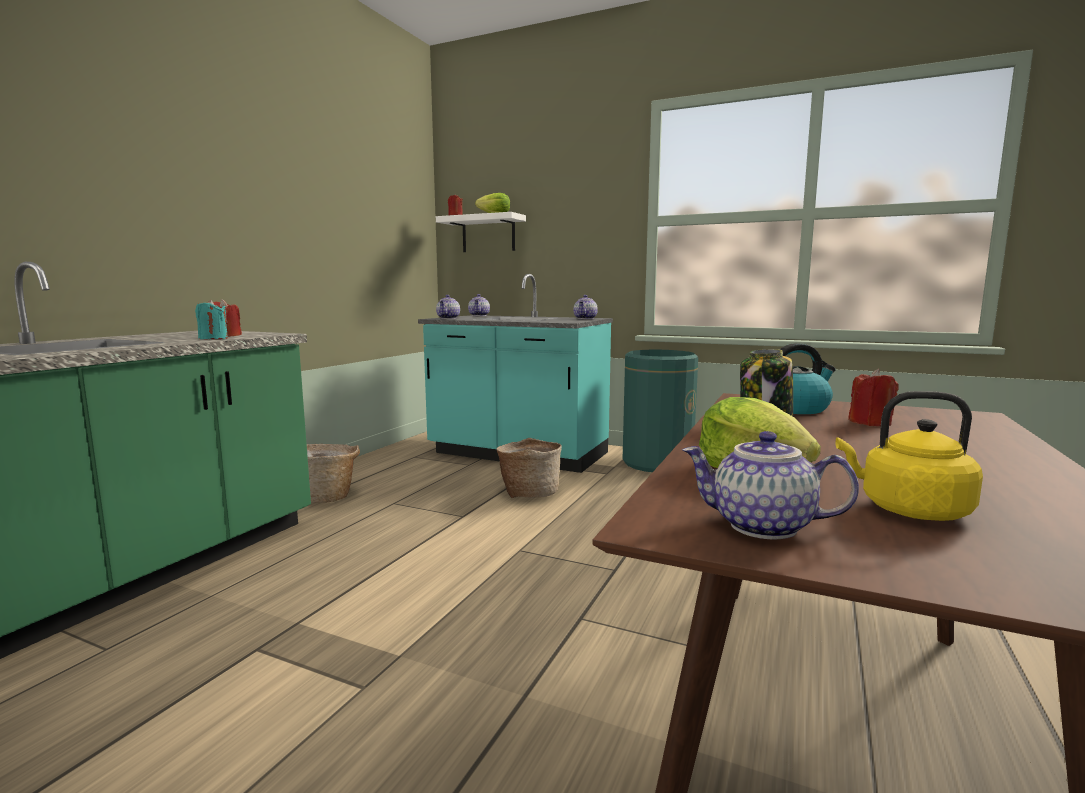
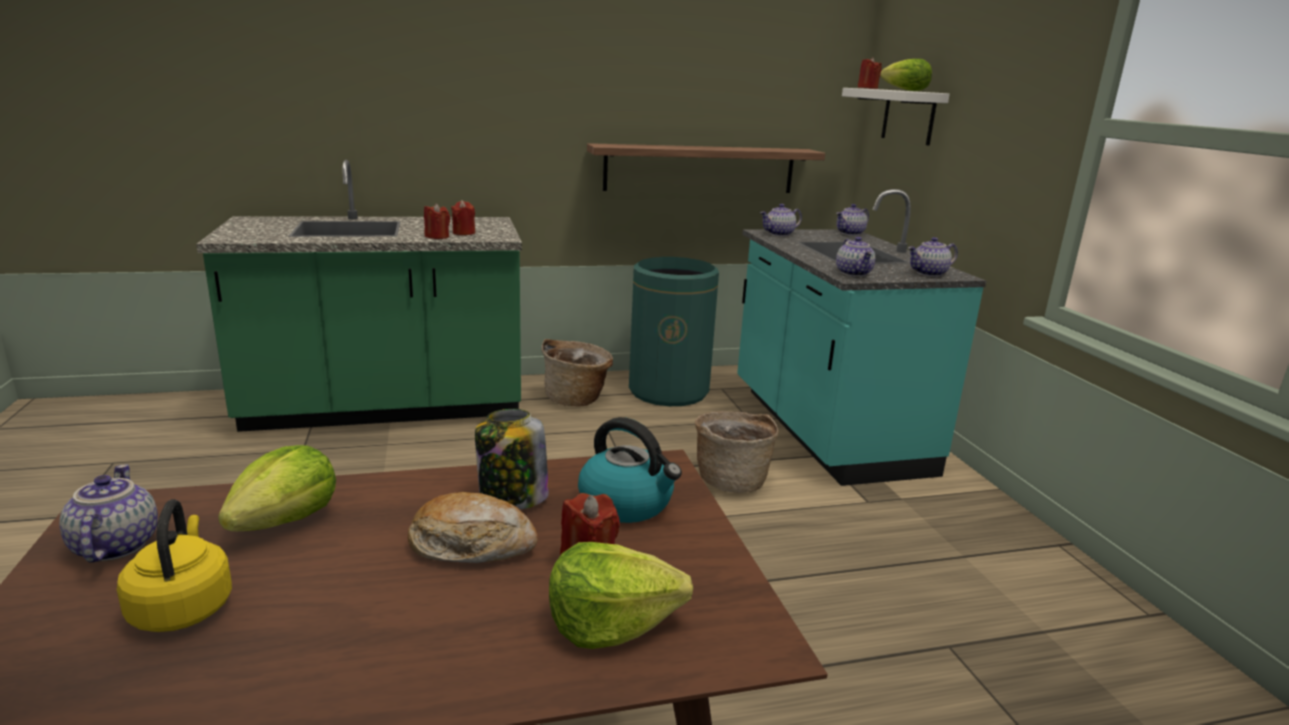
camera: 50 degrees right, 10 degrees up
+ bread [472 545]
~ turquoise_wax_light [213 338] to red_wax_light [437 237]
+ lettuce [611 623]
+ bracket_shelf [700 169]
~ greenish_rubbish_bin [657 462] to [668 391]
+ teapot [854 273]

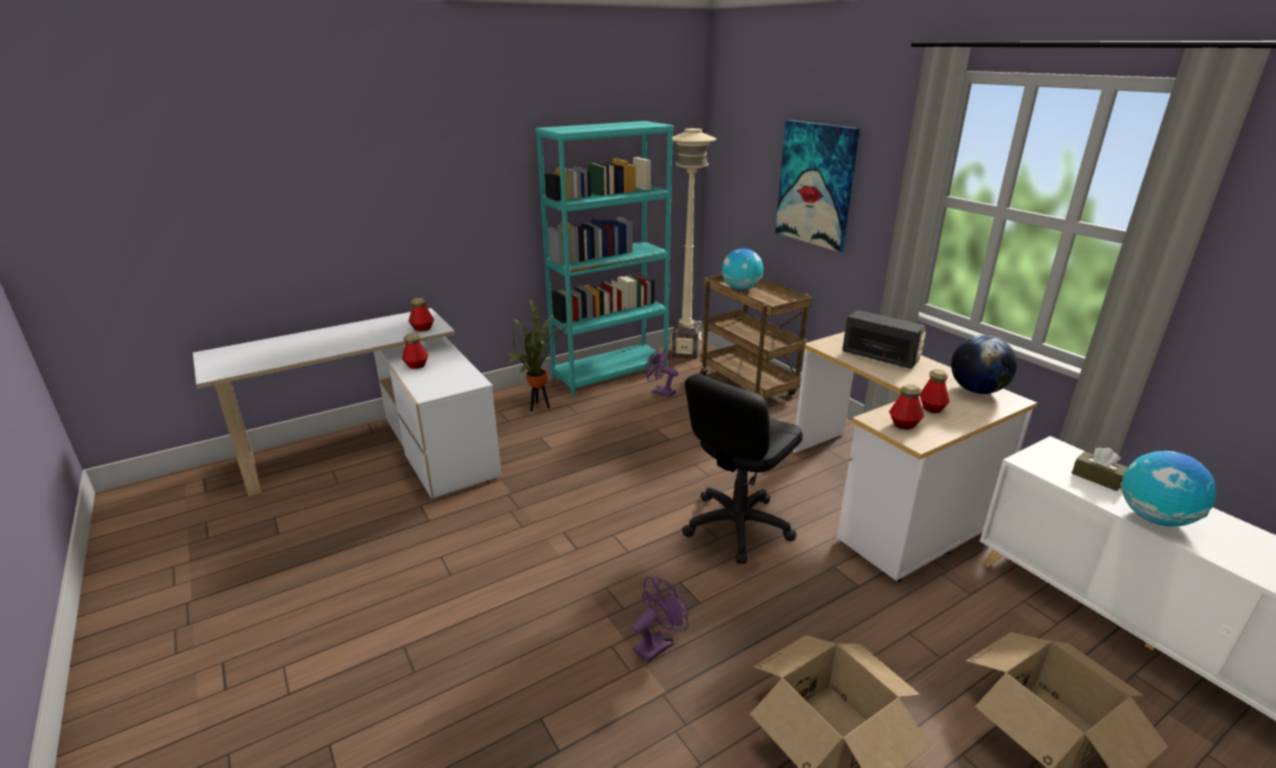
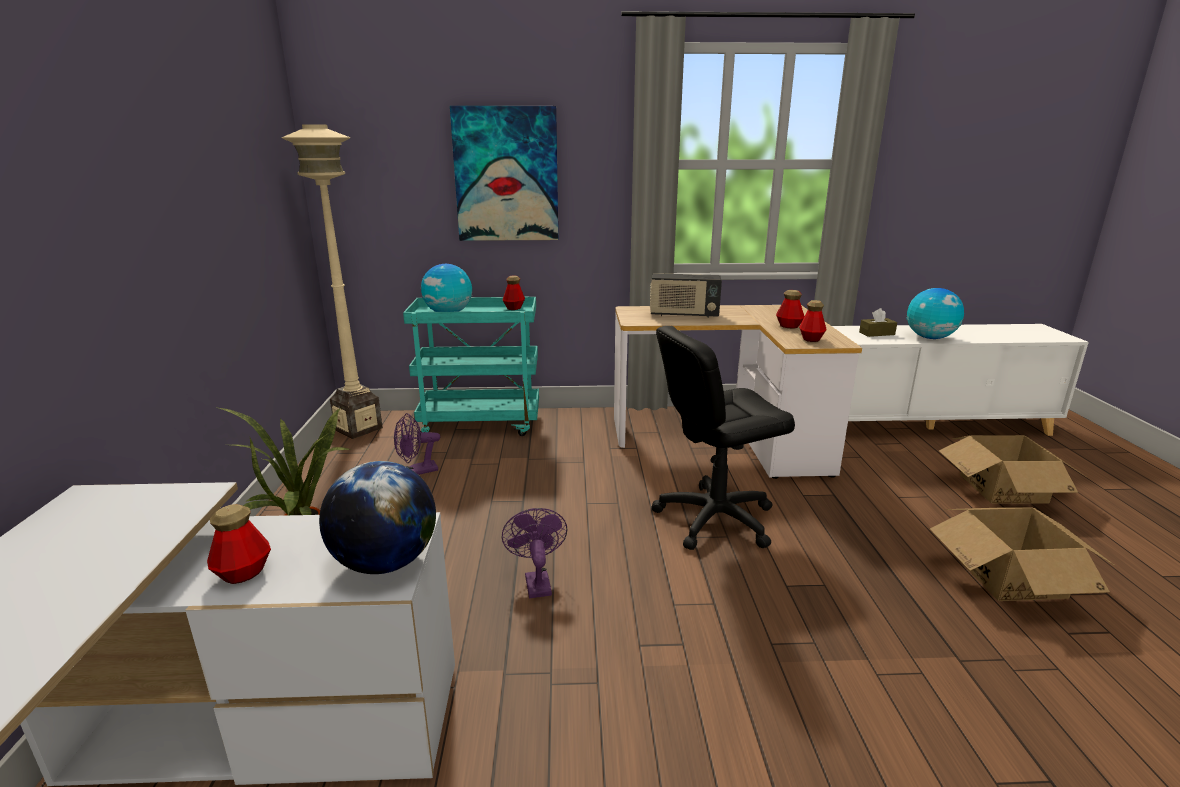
camera: 60 degrees left, 5 degrees down
~ desk_globe [976 390] to [385 563]
~ brownish_trolley [749 386] to turquoise_trolley [481 424]
~ drink_bottle [422 329] to [514 308]
~ purplish_electric_fan [658 644] to [536 581]
~ radio_receiver [880 357] = [683 315] 150 degrees counterclockwise
~ black-coloured_desk_chair [737 526] = [714 518] 90 degrees clockwise
- turquoise_bookcase [610 373]

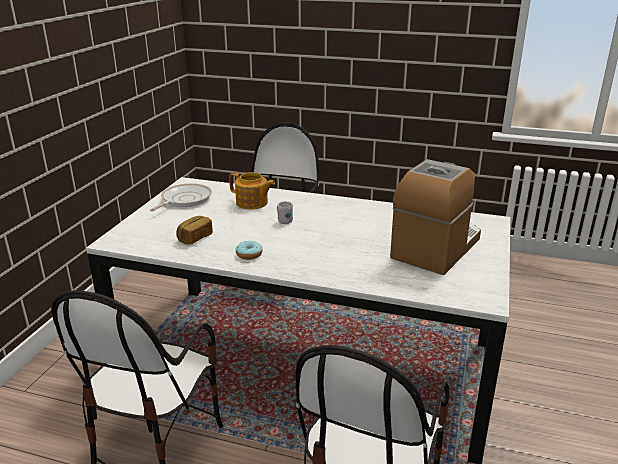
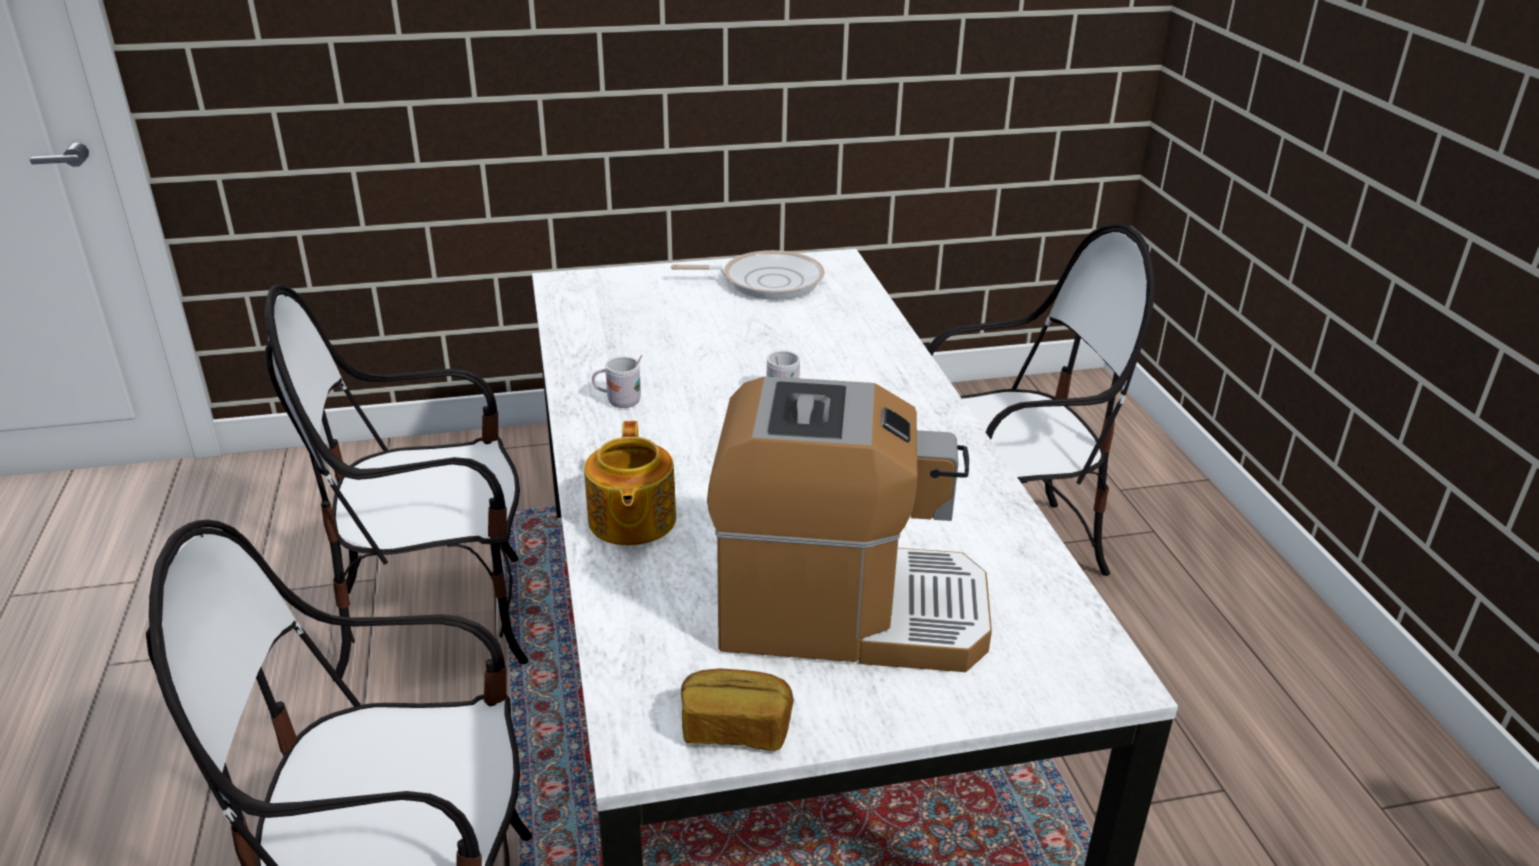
camera: 60 degrees right, 5 degrees up
~ teapot [252 203] to [630 521]
~ ring_doughnut [249 254] to whitish_mug [618 402]
~ bread [194 238] to [735 728]

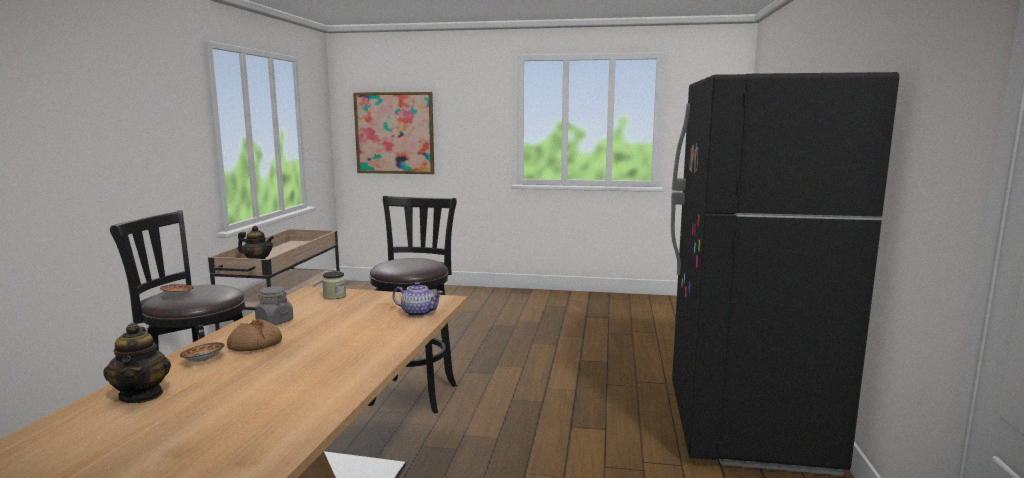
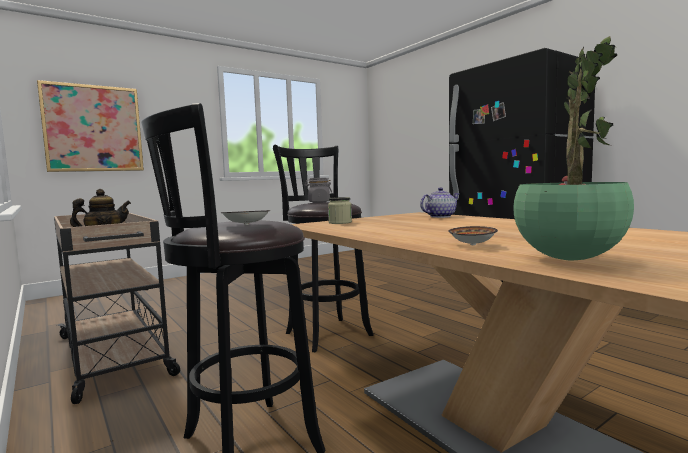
camera: 45 degrees left, 5 degrees down
~ gray_jar [274 321] to [318 202]
~ teapot [142 395] to houseplant [567 258]
- bread [255 345]

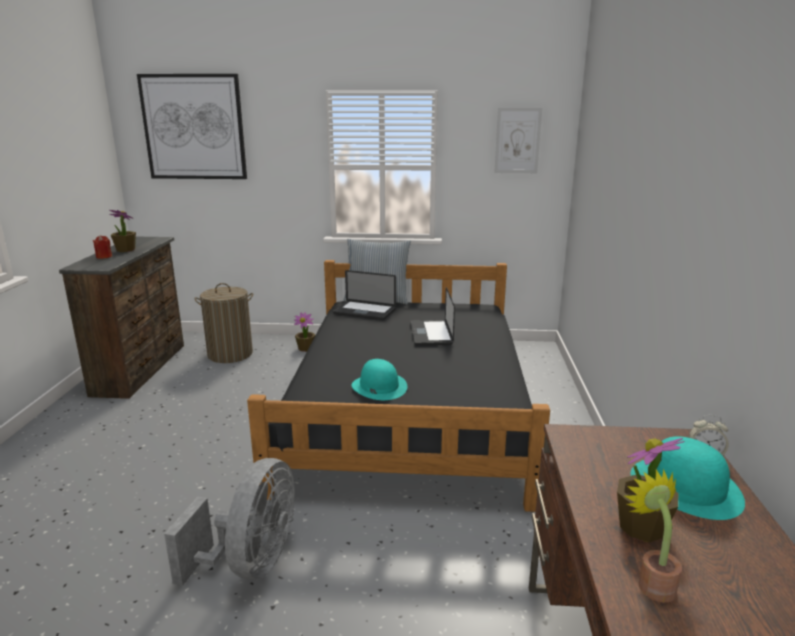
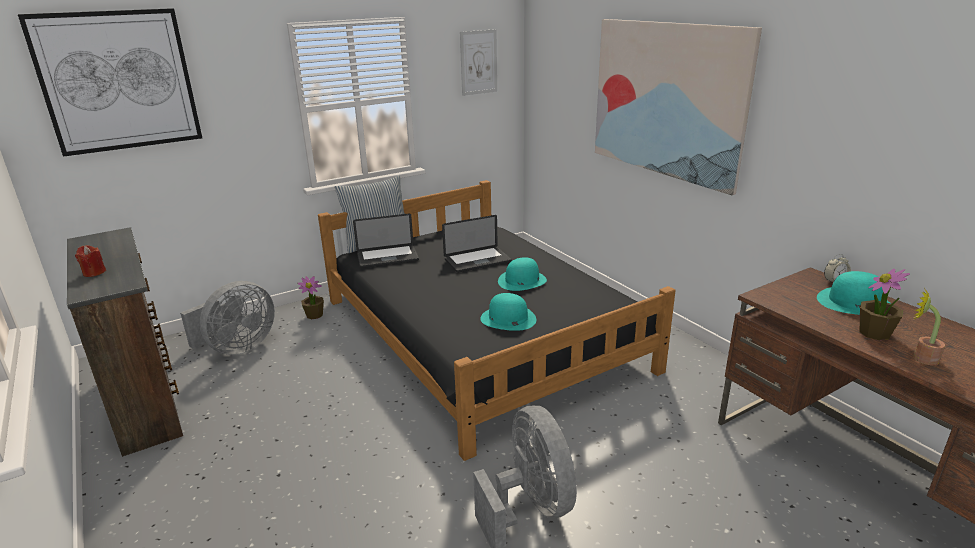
camera: 35 degrees left, 5 degrees up
~ laundry_basket [230 354] to gray_electric_fan [237 348]
~ laptop [431 334] = [477 261] 75 degrees counterclockwise
+ turquoise_clothing_hat [522 281]
+ wall_art [667 100]
- houseplant [125 250]

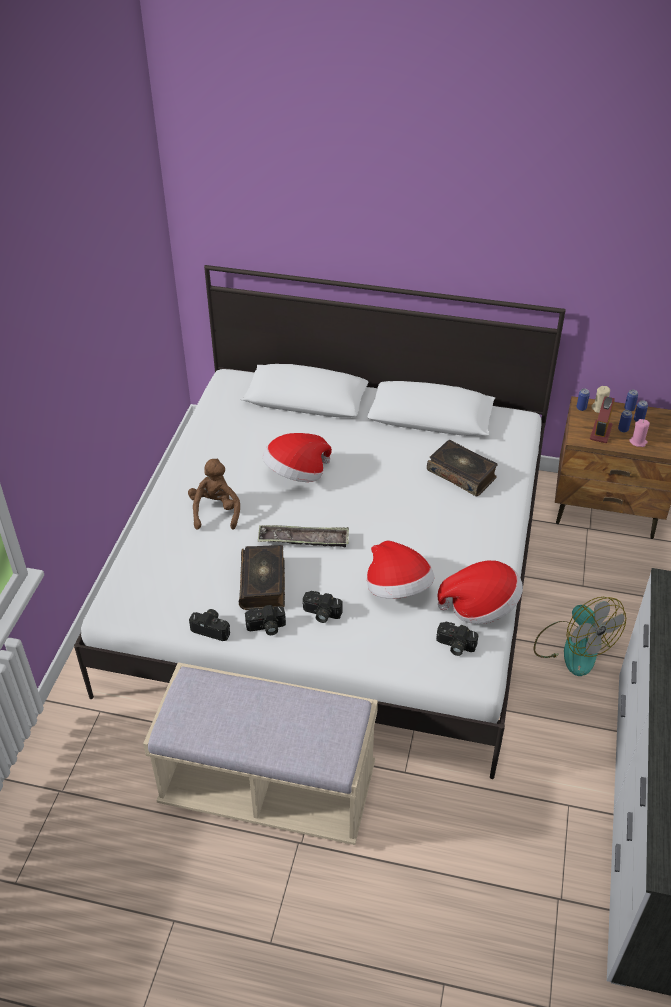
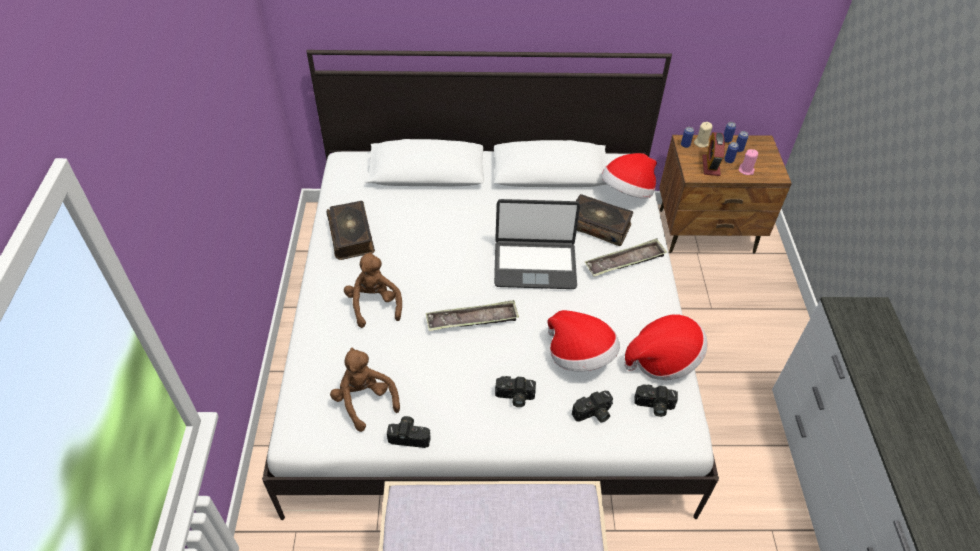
camera: 15 degrees left, 5 degrees up
~ book [263 583] to [352 236]
+ brownish_cuddly_toy [364 401]
+ laptop [535 264]
~ photo_camera [266 628] to [593 414]
+ carrying_tray [625 262]
~ clothing_hat [296 474] to [627 192]
- electric_fan [573 647]

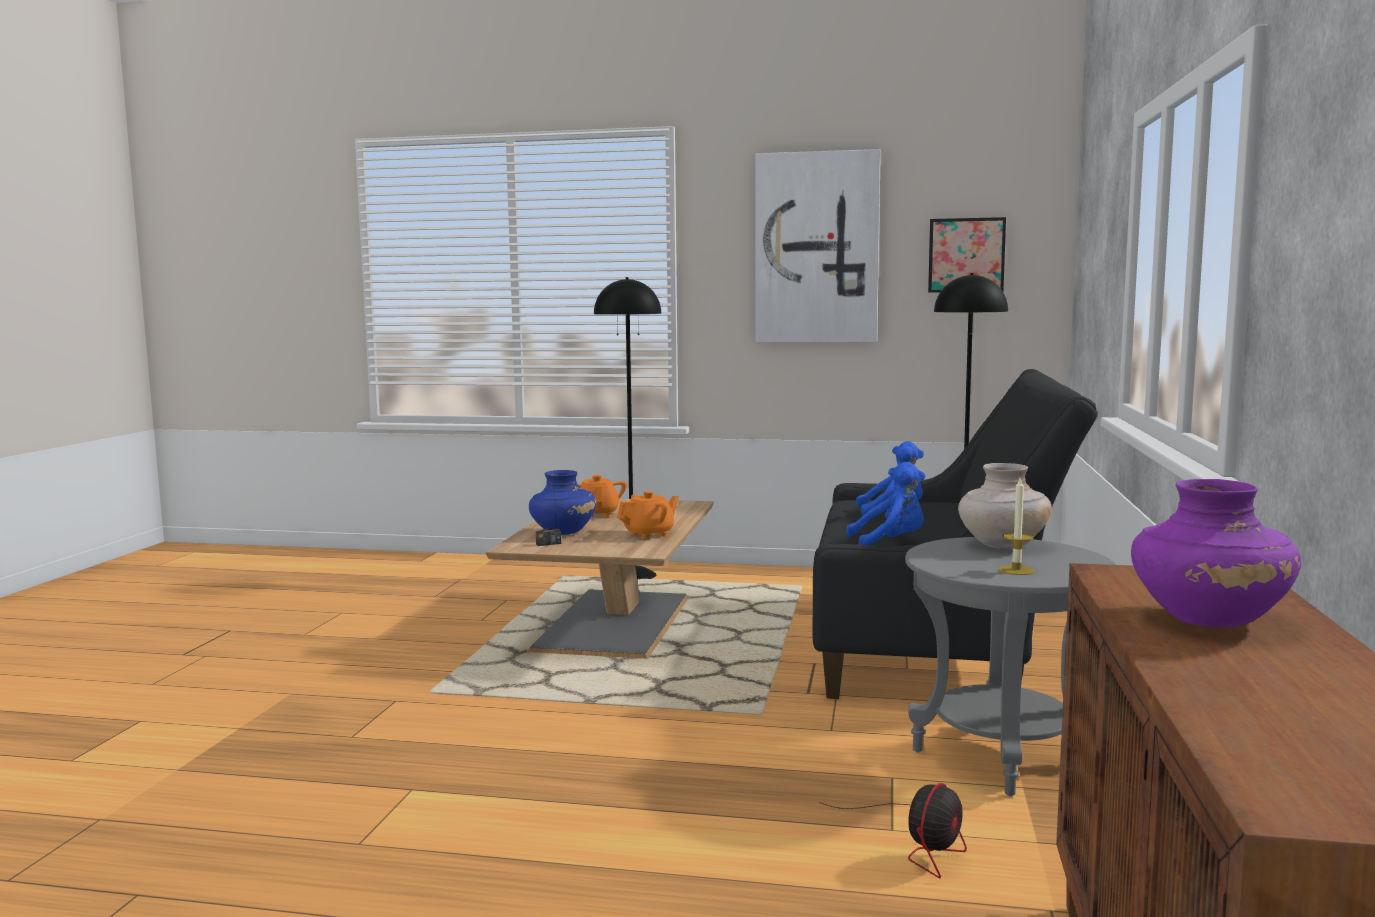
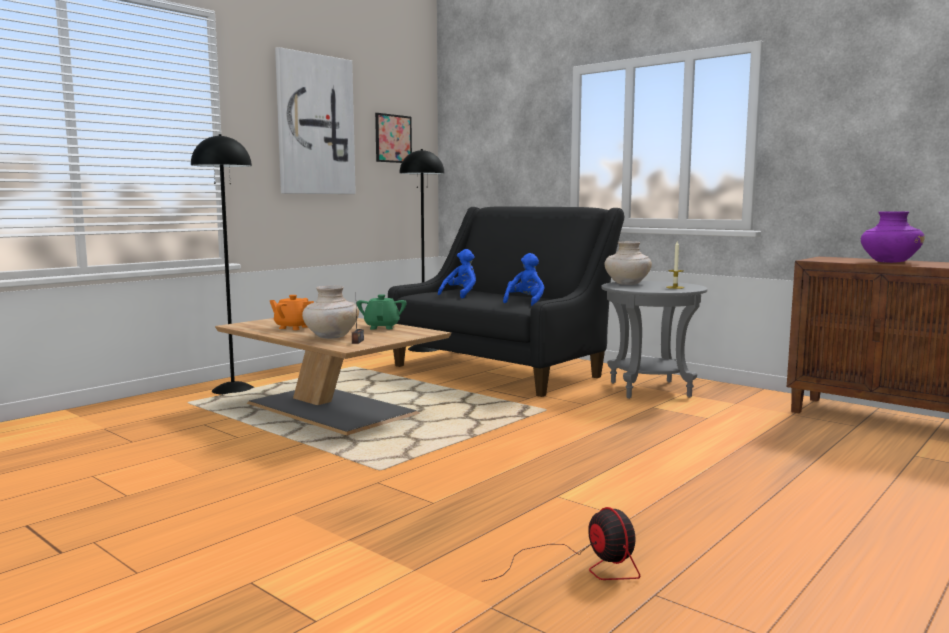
camera: 60 degrees left, 0 degrees up
~ blue-coloured_decorative_vase [562 532] to sand-coloured_decorative_vase [331 337]
~ orange-coloured_teapot [649 534] to greenish_teapot [382 327]
~ electric_fan [920 843] to [582 566]

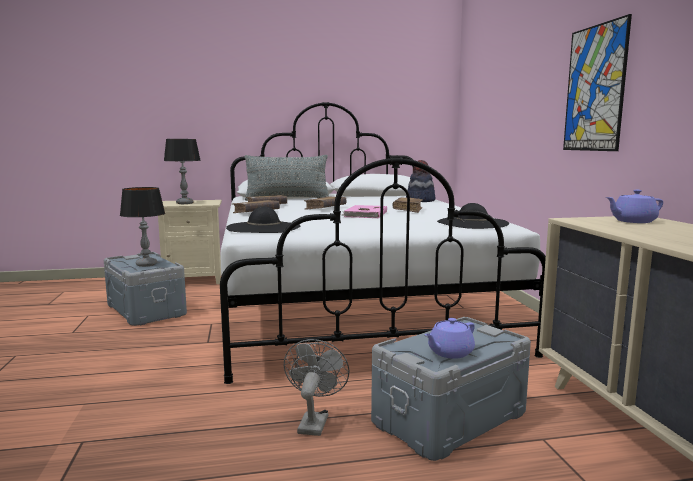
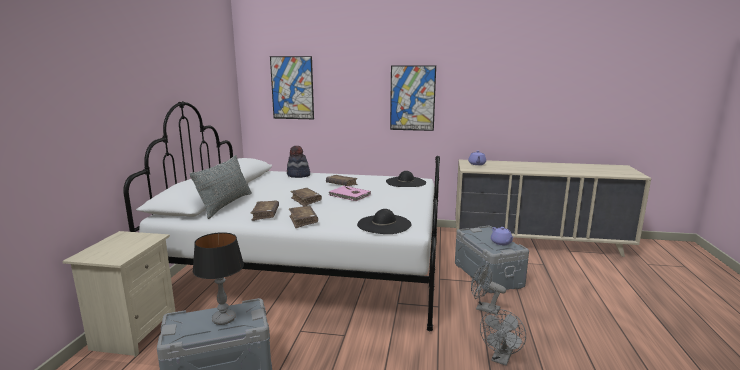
camera: 70 degrees left, 5 degrees up
+ wall_art [292 88]
+ gray_electric_fan [501 359]
- table_lamp [185 203]

